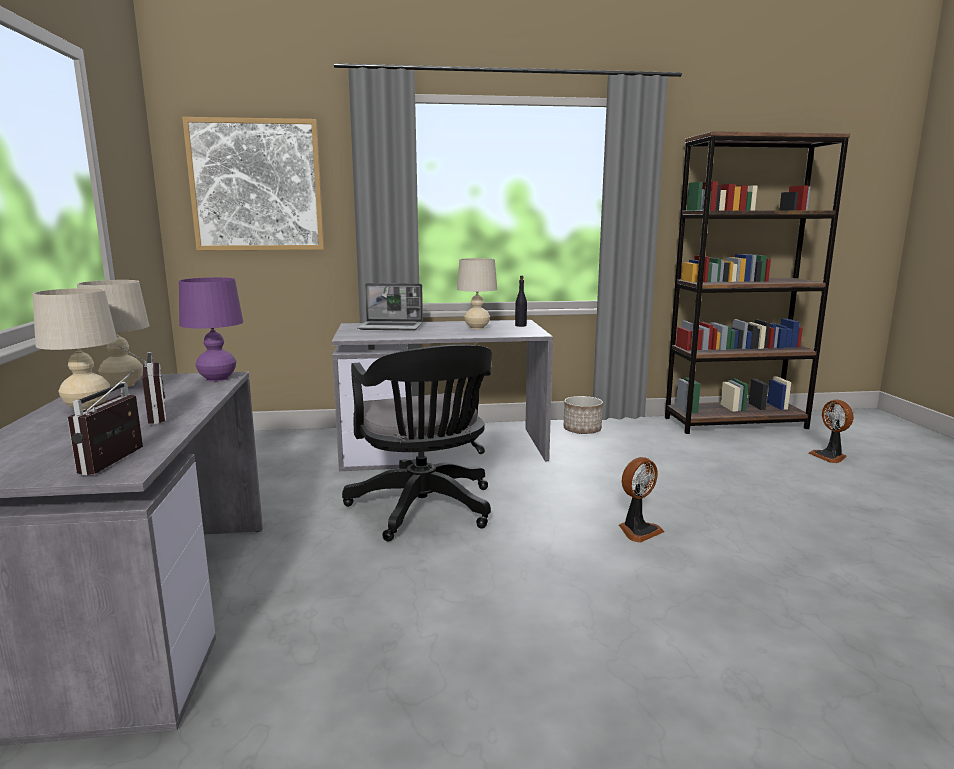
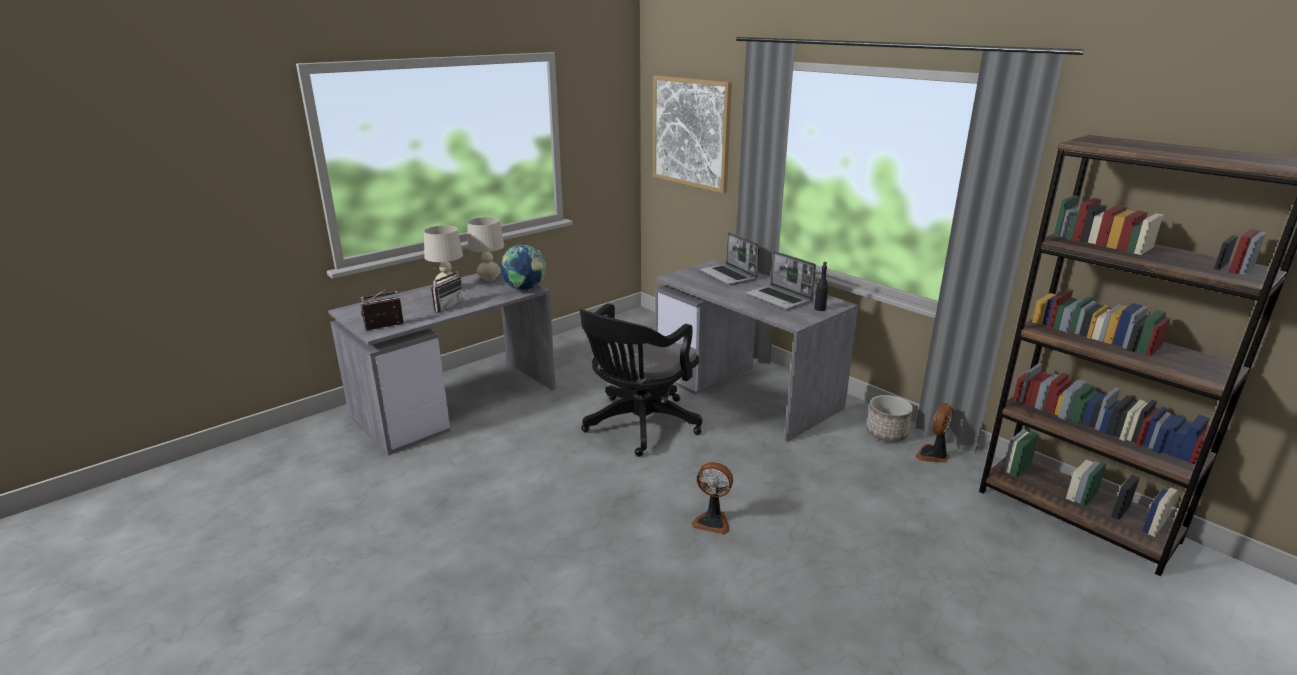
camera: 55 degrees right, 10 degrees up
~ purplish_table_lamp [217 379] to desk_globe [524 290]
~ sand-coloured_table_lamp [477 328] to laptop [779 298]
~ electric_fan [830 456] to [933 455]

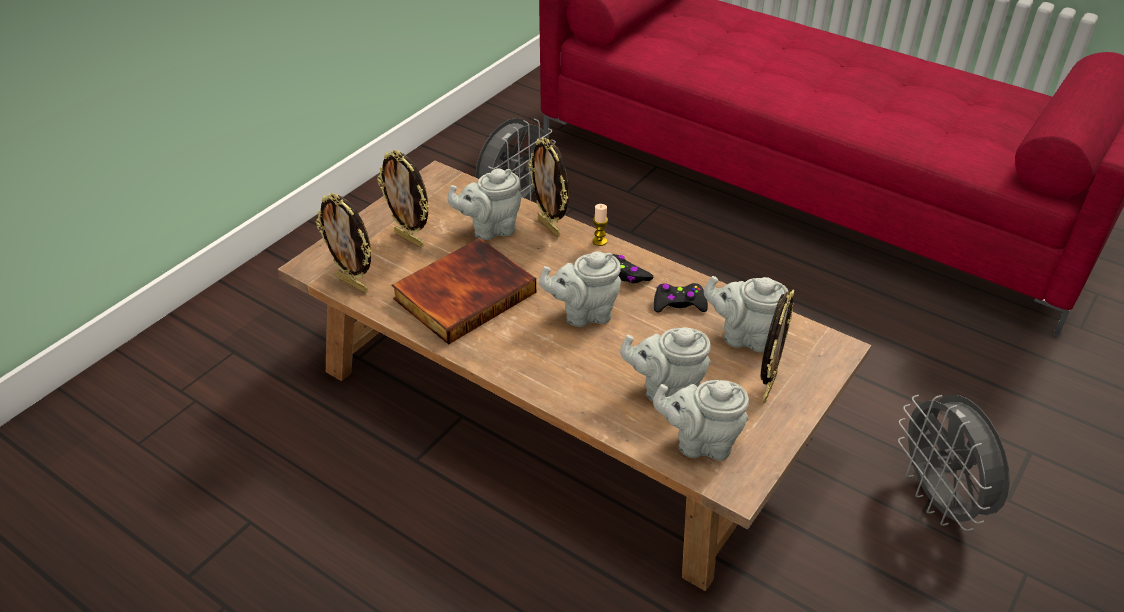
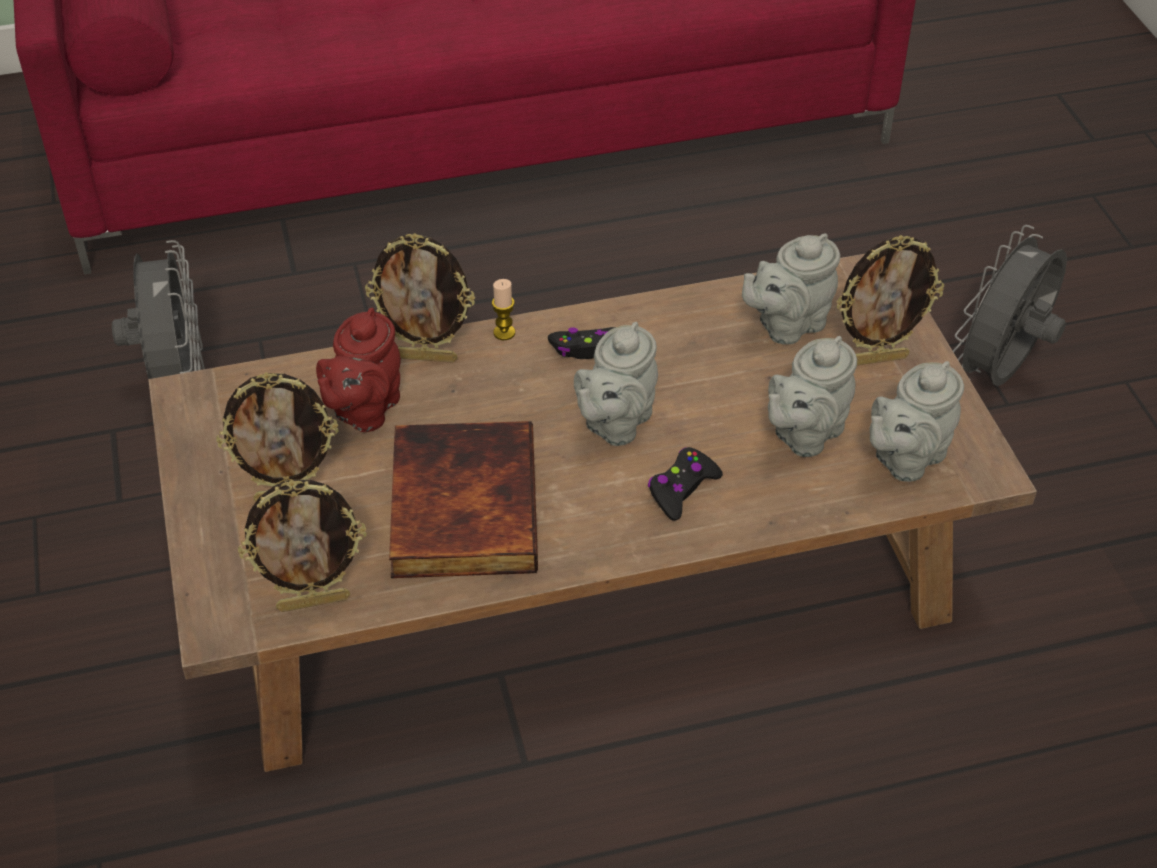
camera: 50 degrees left, 5 degrees up
~ gray_teapot [490 229] to red_teapot [364 410]
~ black-coloured_gamepad [679 304] to [682 489]
~ standing_frame [767 387] = [877 359] 105 degrees clockwise
~ gray_electric_fan [939 501] = [999 373] 105 degrees clockwise

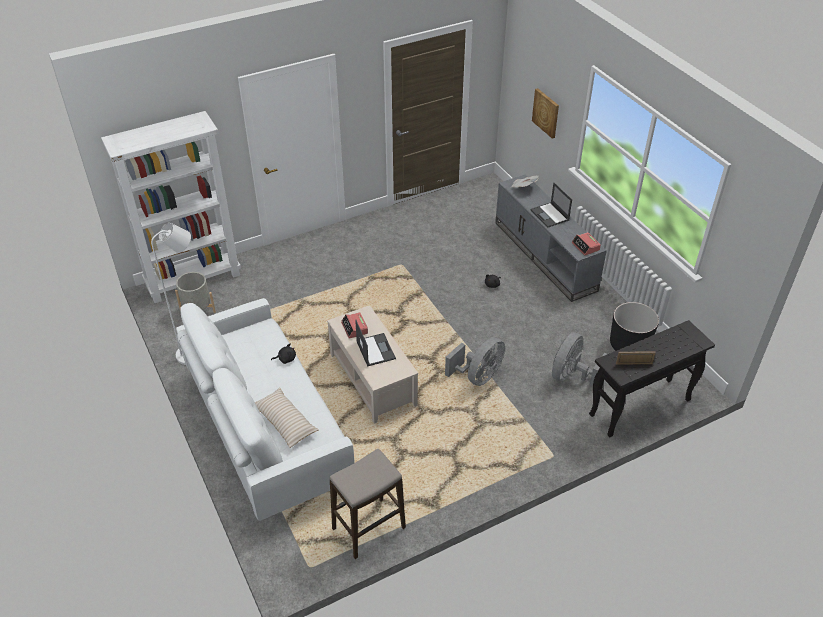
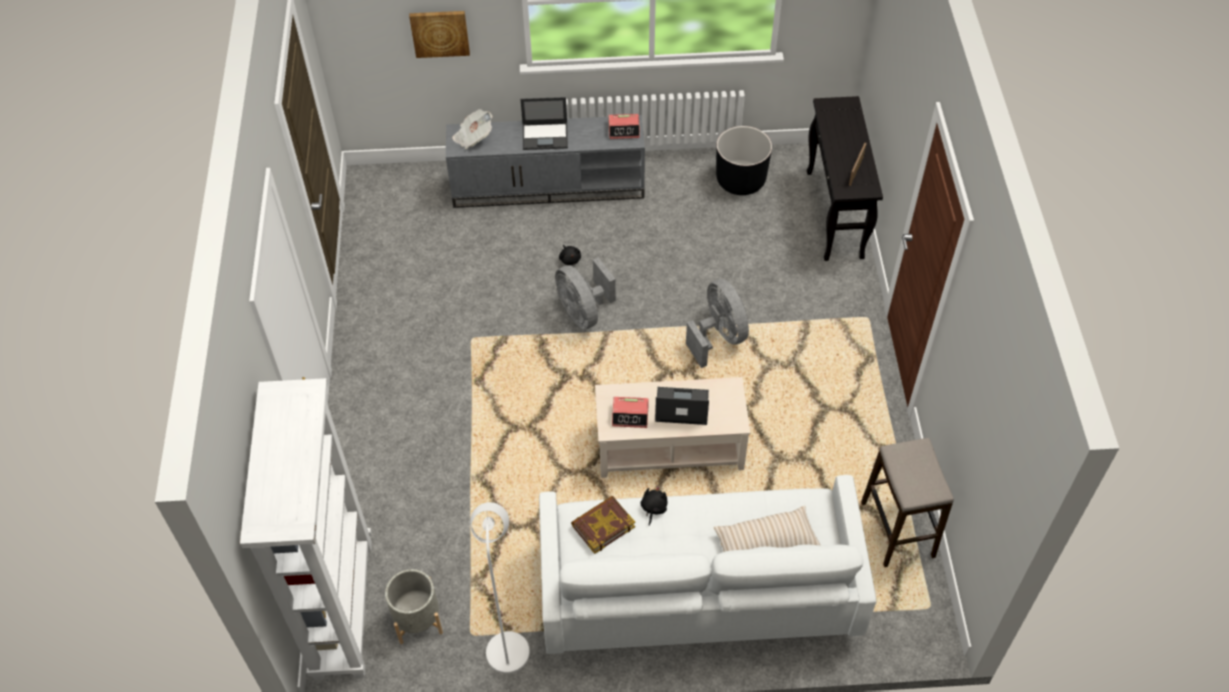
camera: 65 degrees left, 10 degrees up
~ gray_electric_fan [571 376] to [583 312]
+ book [603 526]

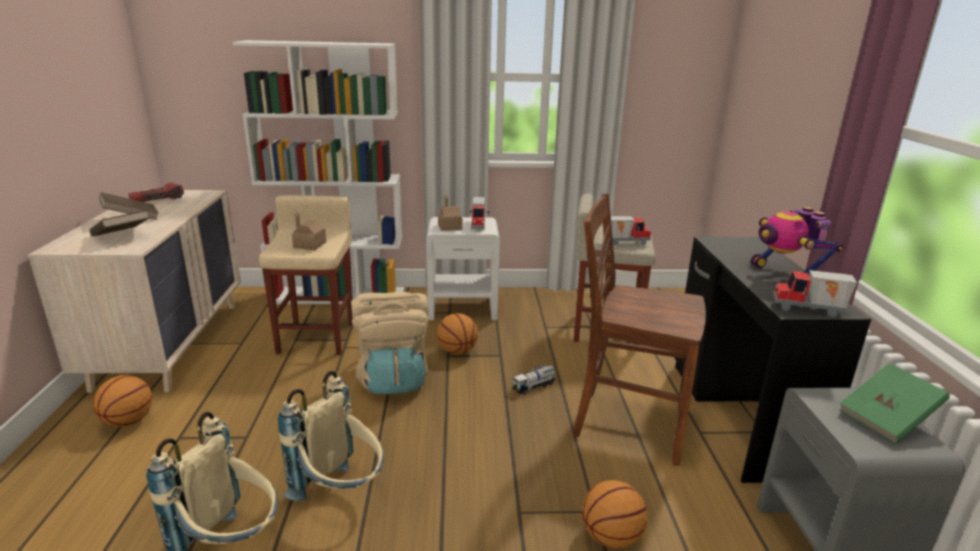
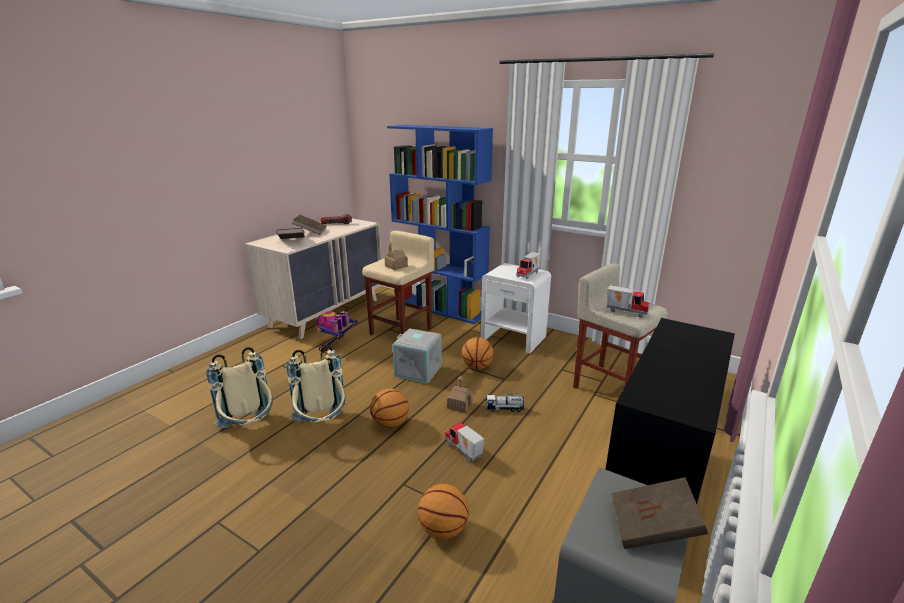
camera: 35 degrees right, 0 degrees up
~ robot_figure [783 276] to [336 345]
~ basketball_ball [128 421] to [390 423]
~ whitish_bookcase [339 296] to blue-coloured_bookcase [441 308]
~ sand-coloured_knapsack [393 378] to gray_storage_box [419 370]
~ toy_lorry [808 310] to [463 451]
~ miniature_house [450 227] to [459 405]
~ greenish_book [887 419] to brownish_book [652 528]
- brownish_chair [627 424]

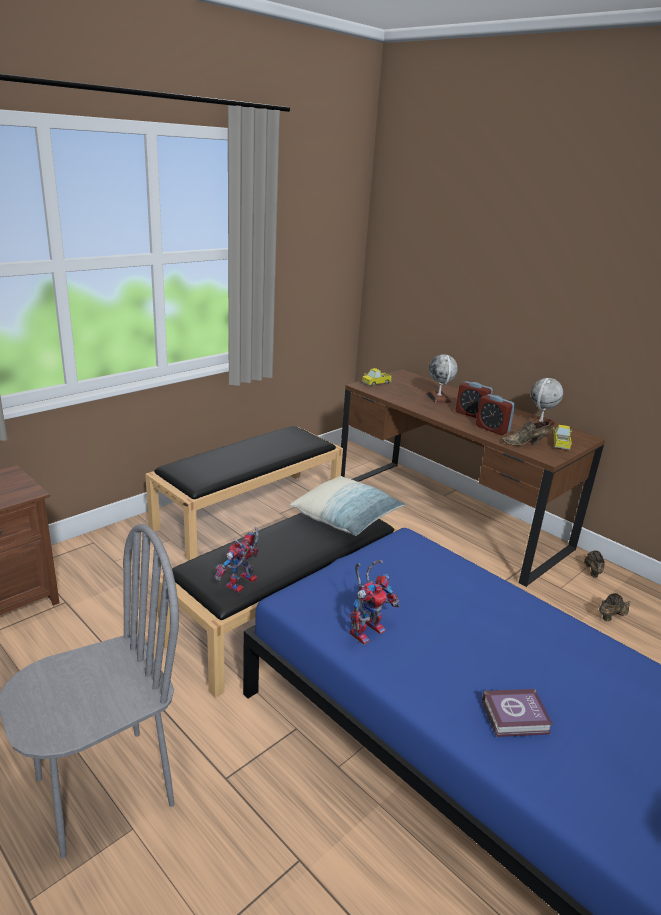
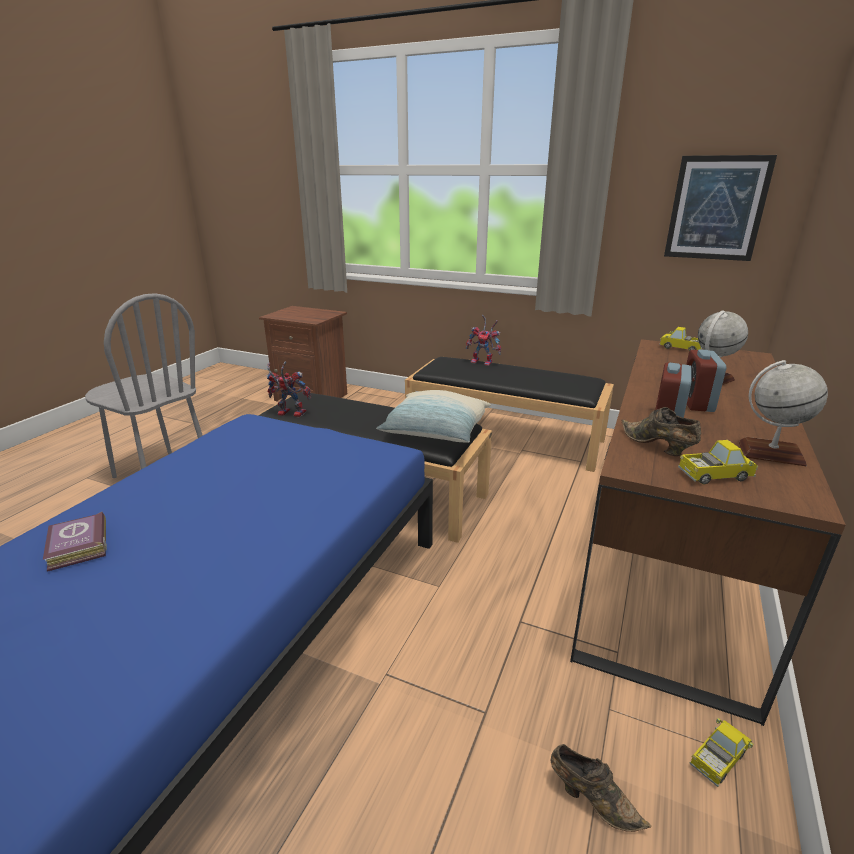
camera: 70 degrees right, 0 degrees up
~ robot_figure [367 629] to [484 362]
+ wall_art [716 208]
~ brownish_low_shoe [592 570] to toy_lorry [718 758]

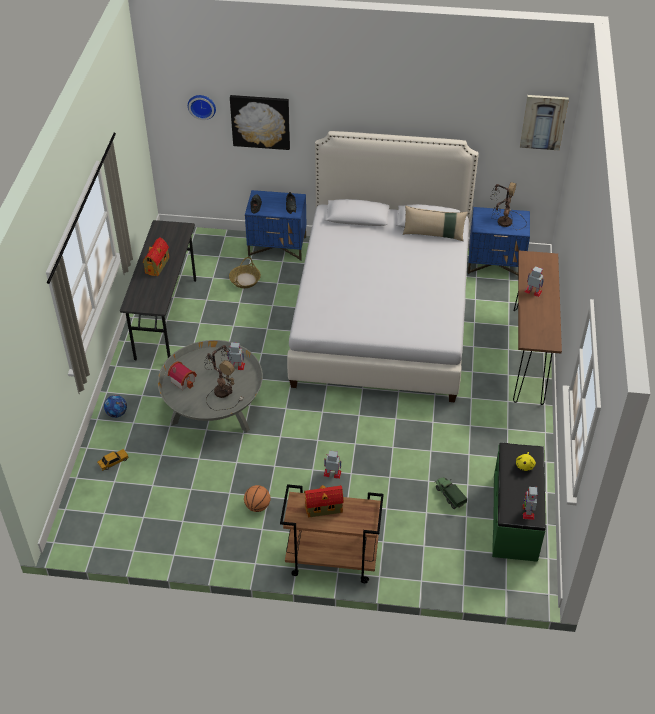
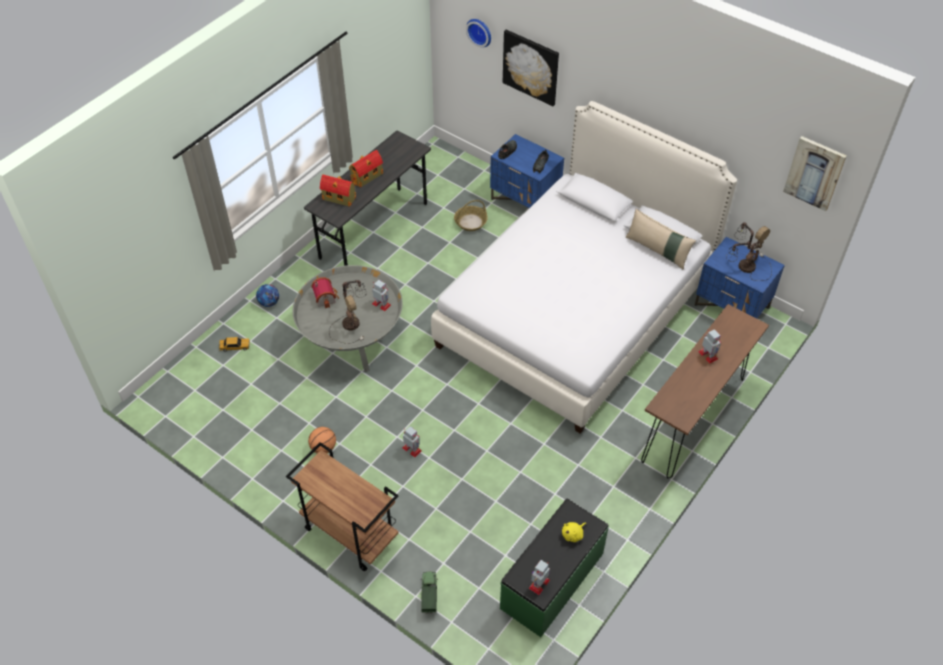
camera: 30 degrees right, 5 degrees up
~ miniature_house [324 508] to [340 198]
~ toy_lorry [449 496] to [429 595]

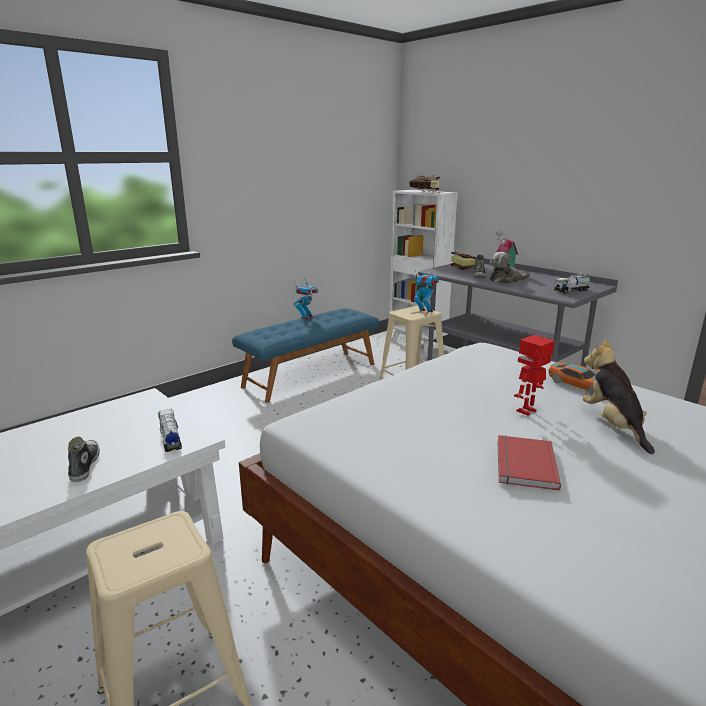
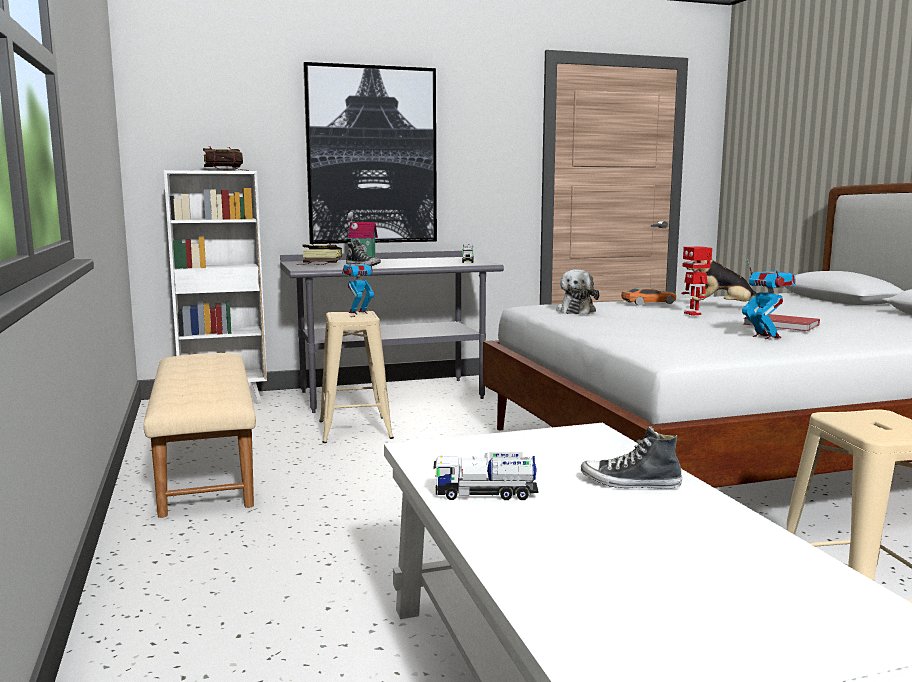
camera: 65 degrees left, 10 degrees down
~ blue-coloured_bench [310 375] to sand-coloured_bench [204 467]
+ wall_art [372 156]
~ toy_lorry [170 439] to [485 495]
~ cuddly_toy [506 280] to [576 310]
~ robot_figure [306 317] to [765 337]

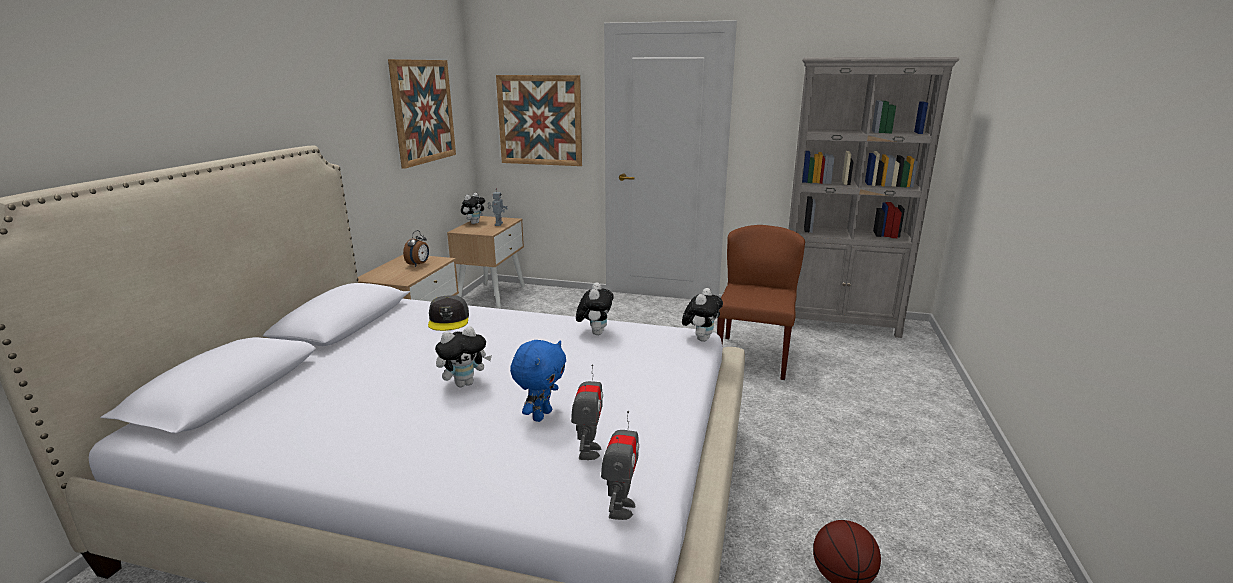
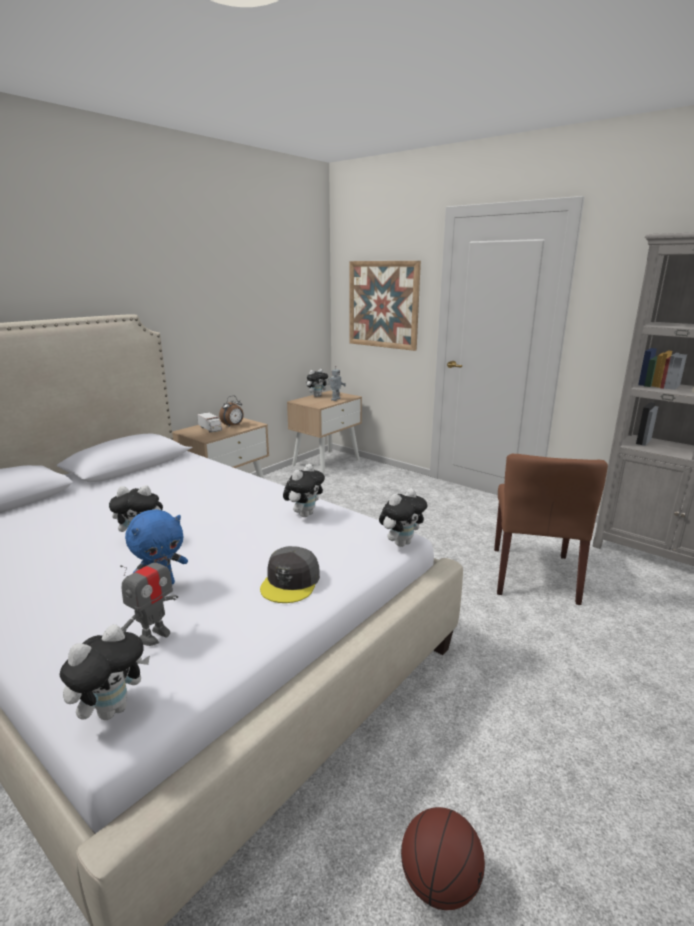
camera: 25 degrees right, 0 degrees up
~ robot_figure [620 508] to cuddly_toy [112 709]
+ toy_lorry [210 429]
~ gray_cap [449 320] to [291 582]
~ brownish_chair [753 357] = [533 575] 150 degrees clockwise
- wall_art [423 111]

